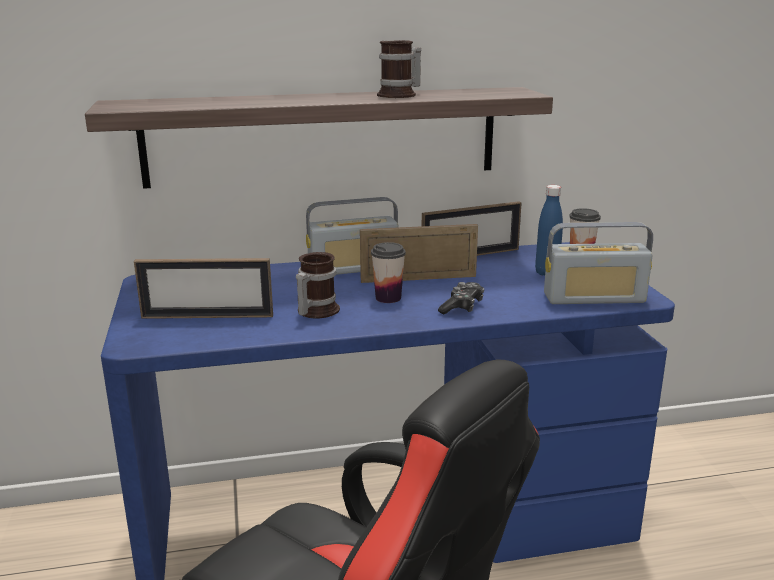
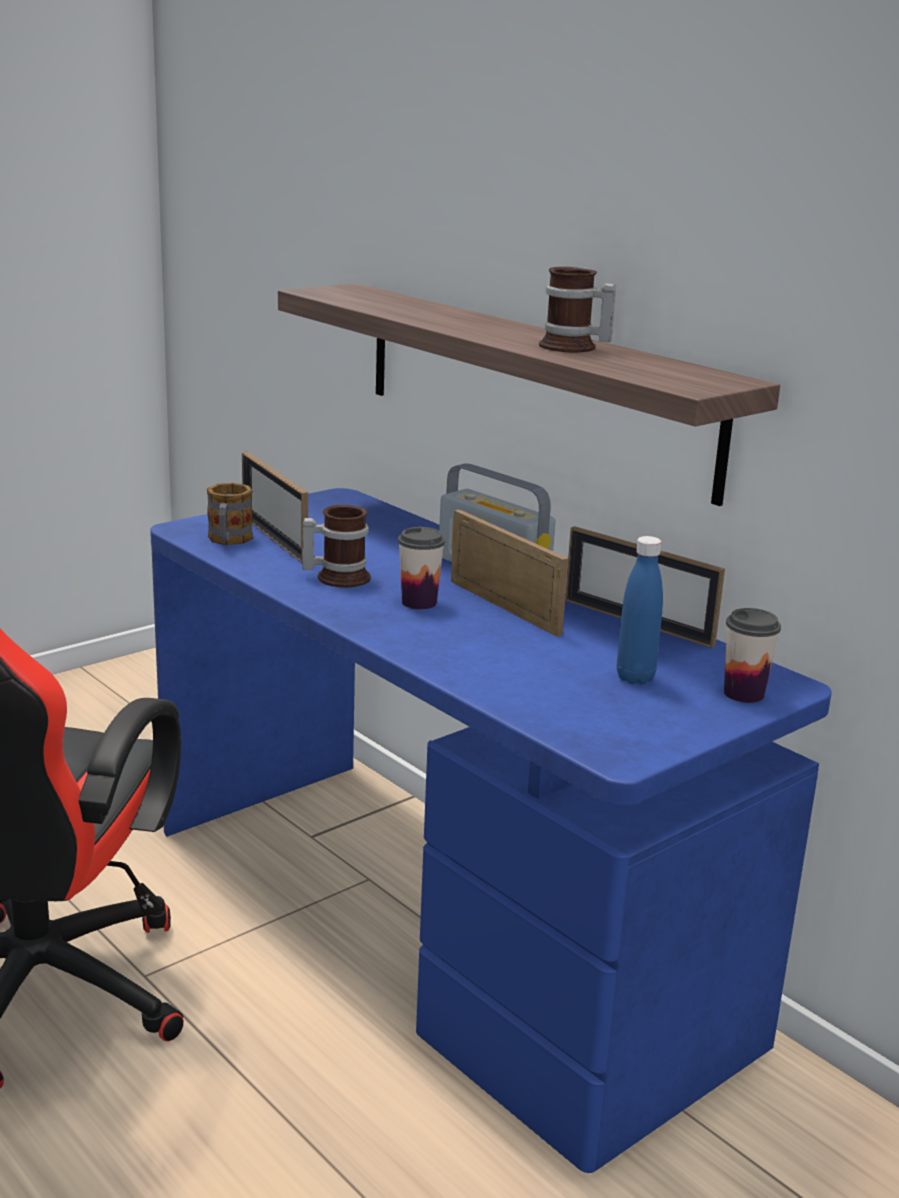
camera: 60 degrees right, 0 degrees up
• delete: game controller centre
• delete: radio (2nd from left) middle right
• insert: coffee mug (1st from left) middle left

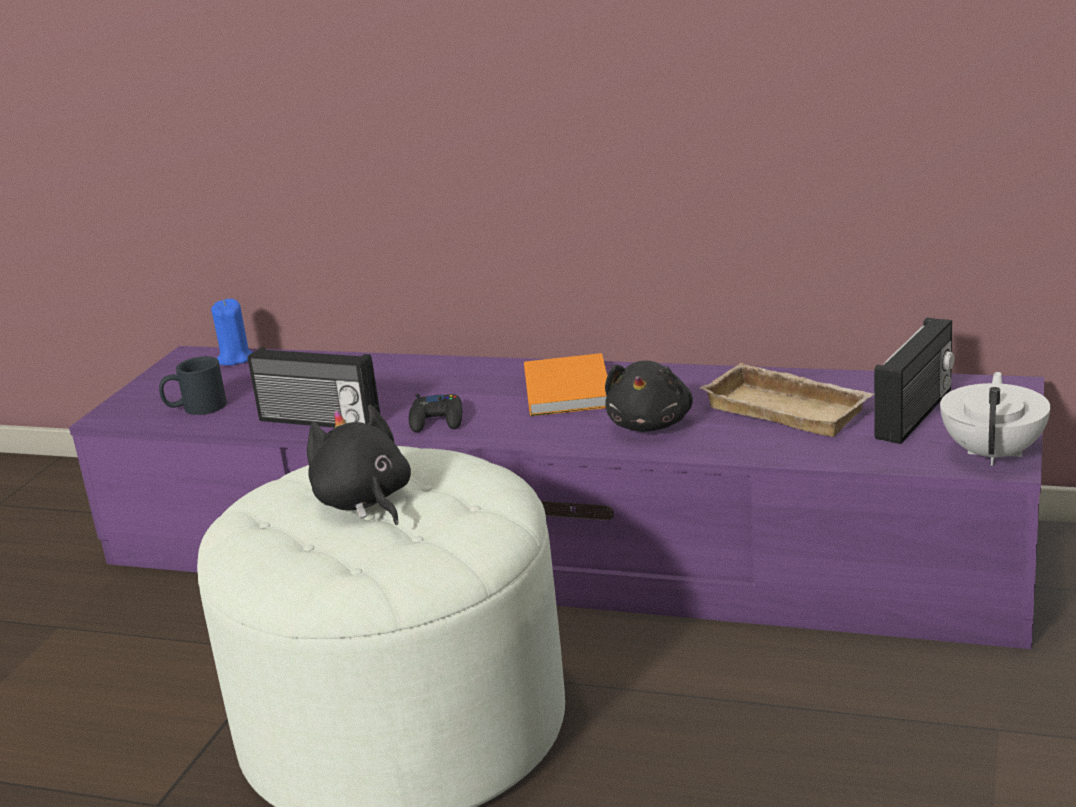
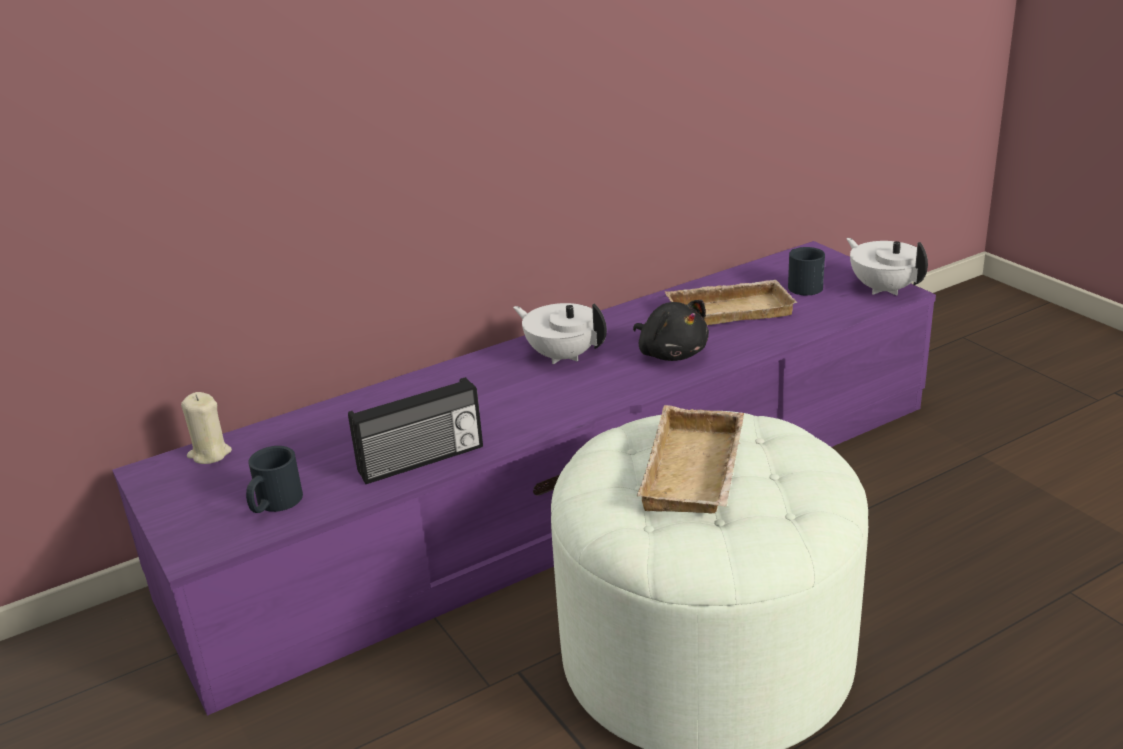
camera: 50 degrees left, 5 degrees up
• delete: black-coloured game controller centre
• replace: black-coloured plush toy (1st from left) centre to beige serving tray (1st from left) centre
• replace: orangey bound book centre to white pot for tea (1st from left) centre
• replace: radio (2nd from left) middle right to black-coloured coffee mug (2nd from left) middle right
• recolor: blue-coloured candle middle left to beige candle middle left

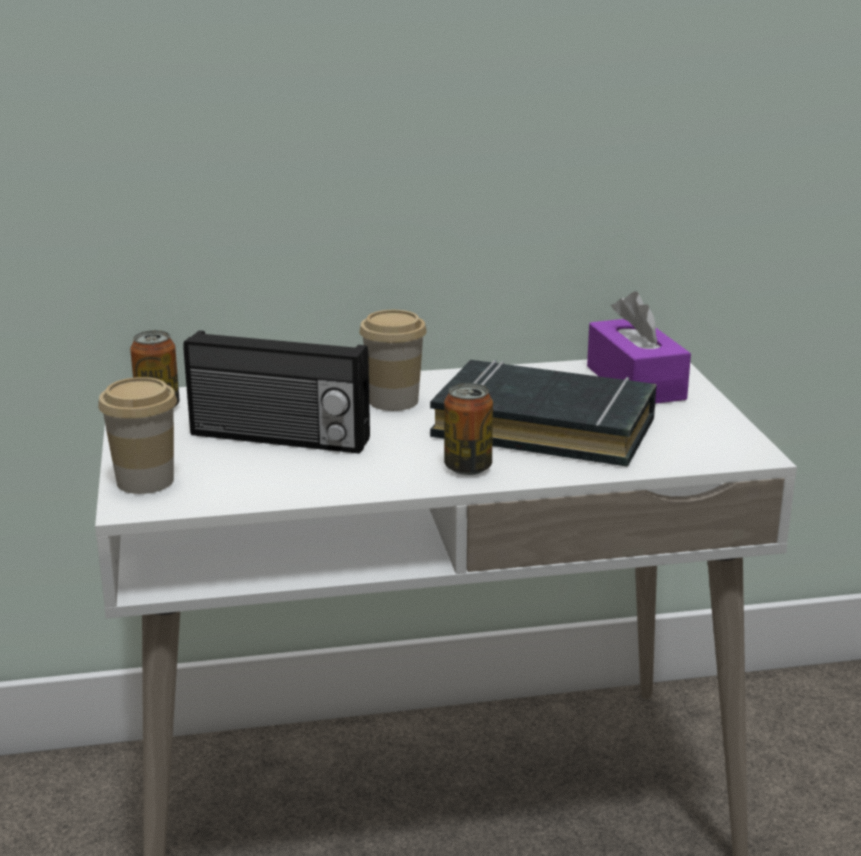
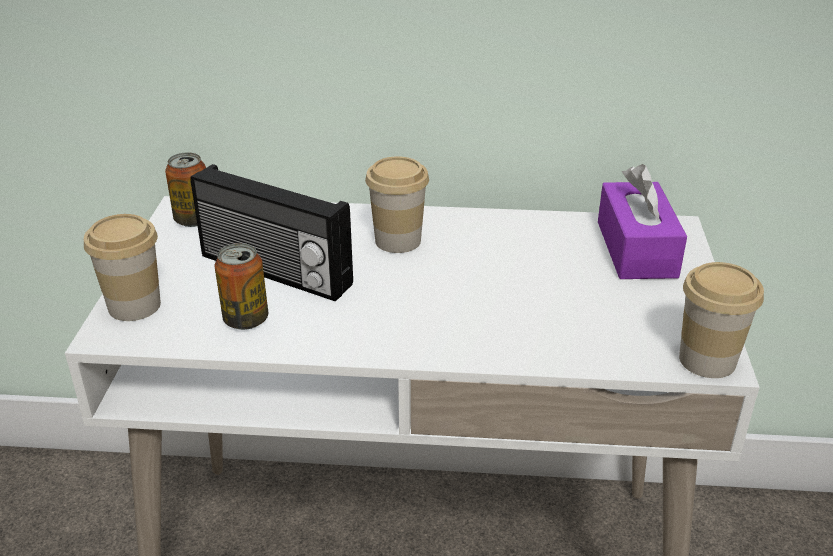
camera: 15 degrees right, 10 degrees up
• delete: black-coloured bound book centre
• insert: cup (3rd from left) middle right
• move: can (2nd from left) centre to middle left

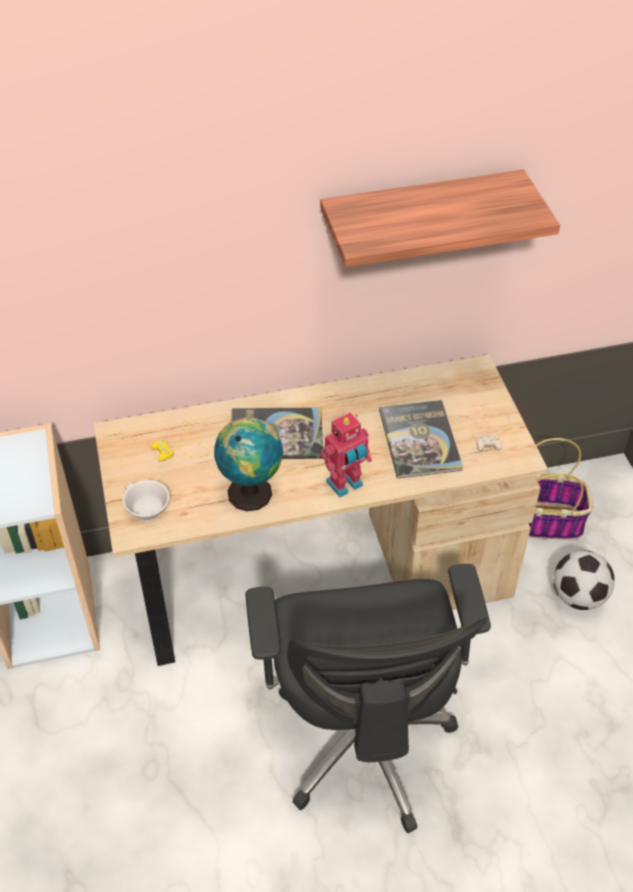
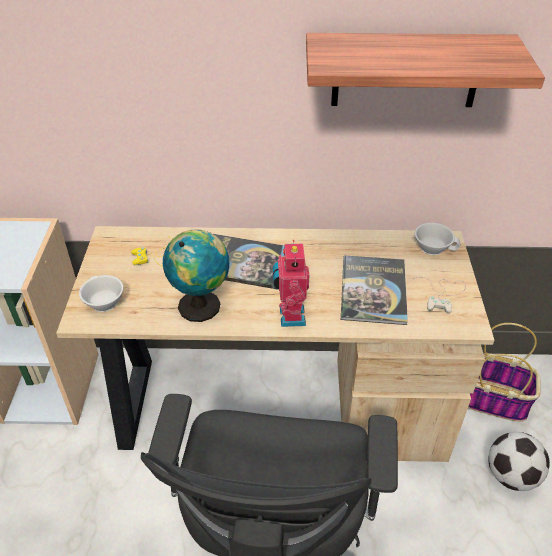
camera: 15 degrees right, 5 degrees down
• insert: white cup (2nd from left) middle right
• rotate: model robot centre = centre 105 degrees clockwise

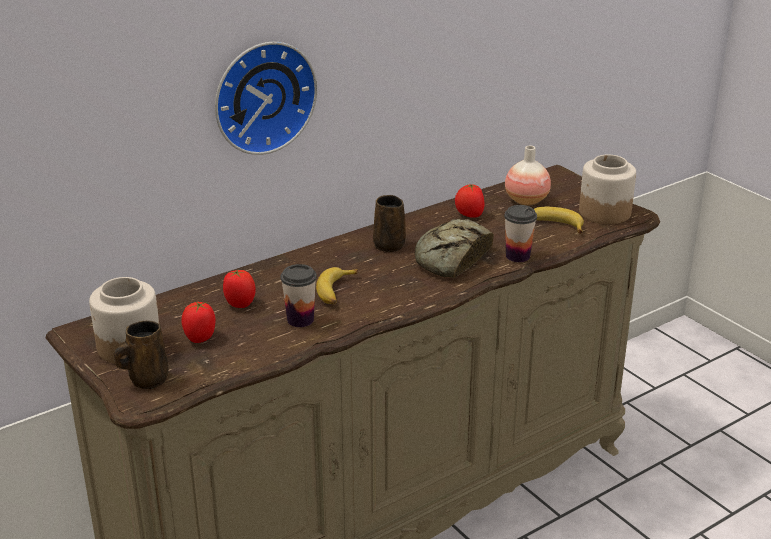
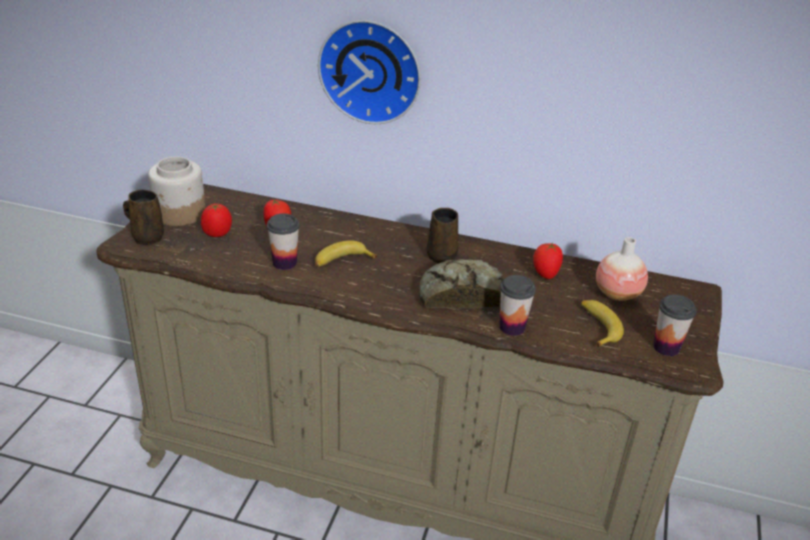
camera: 50 degrees right, 5 degrees up
• replace: preserve jar (2nd from left) middle right to cup (3rd from left) middle right

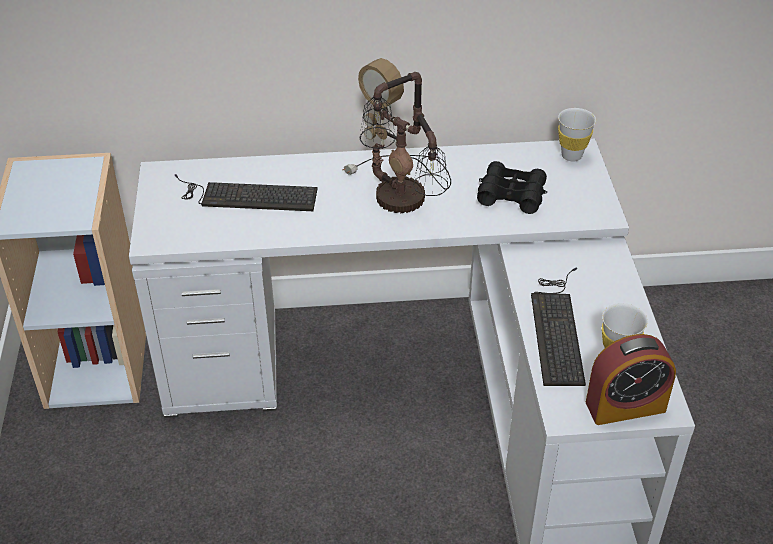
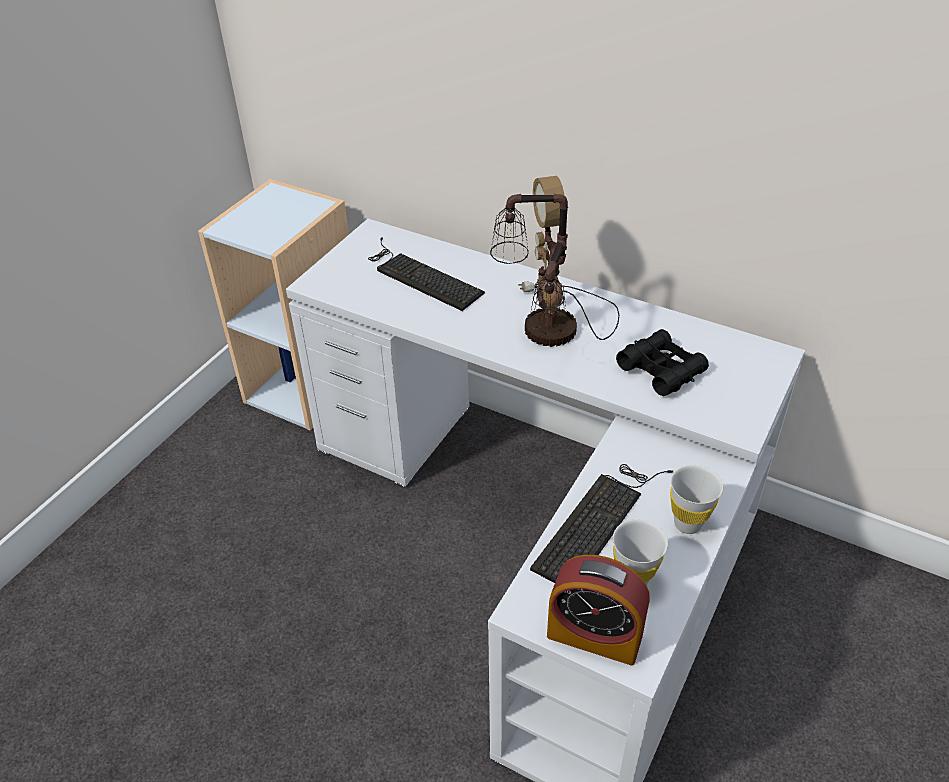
camera: 35 degrees right, 0 degrees up
• move: white cup (1st from left in the first image) top right to white cup (2nd from left) middle right

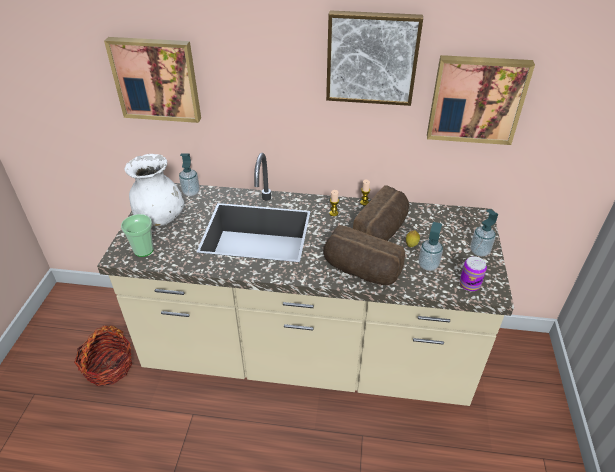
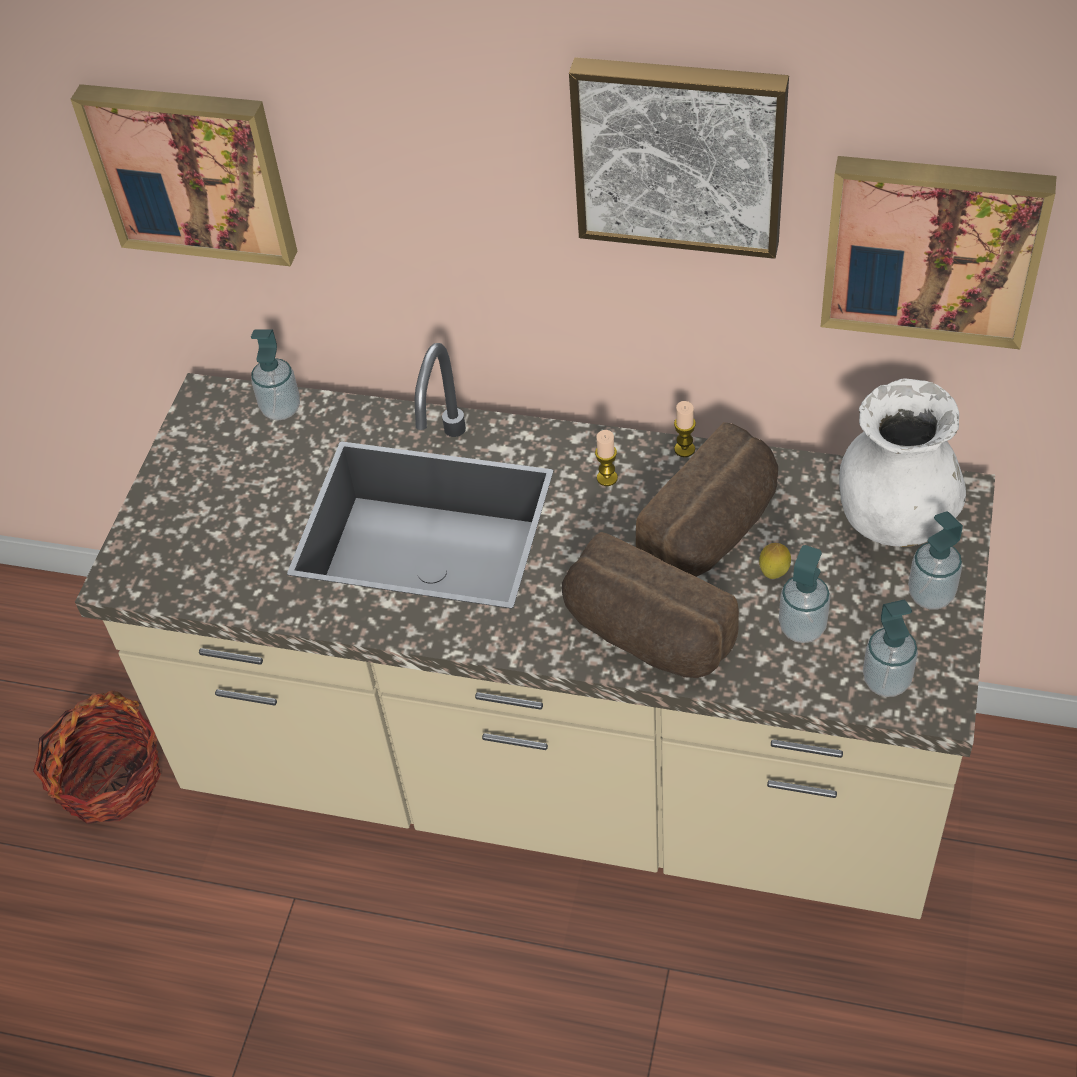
camera: 10 degrees right, 10 degrees up
• delete: cup middle left
• move: white decorative vase middle left to middle right
• replace: can middle right to liquid soap bottle (3rd from left) middle right

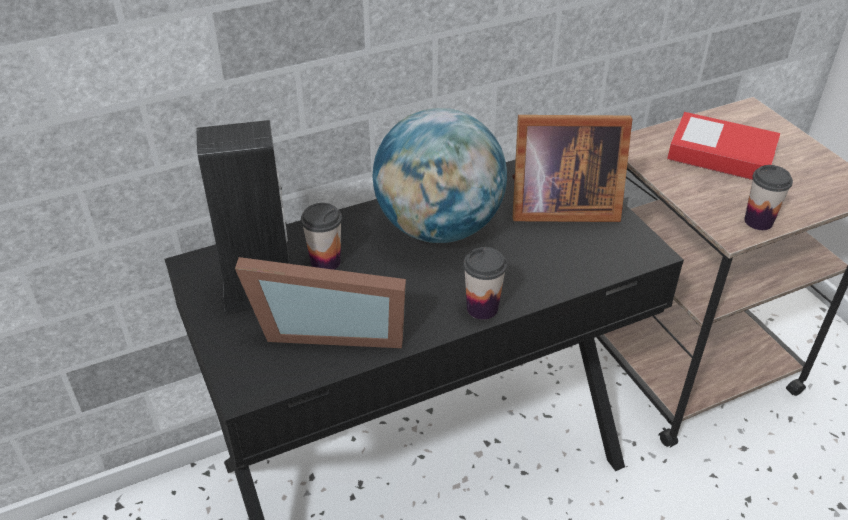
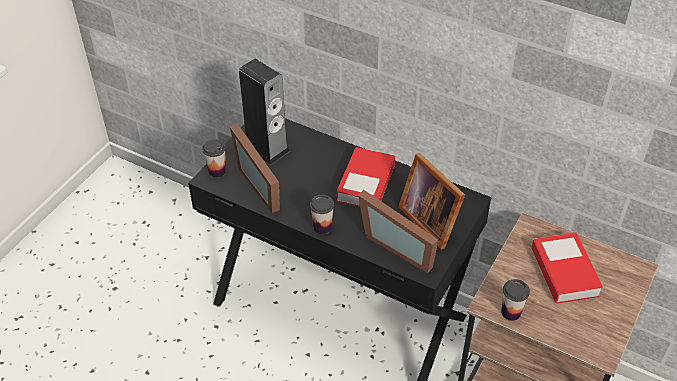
camera: 55 degrees right, 5 degrees up
• insert: standing frame (2nd from left) centre
• move: cup (1st from left) centre to middle left
• replace: globe centre to bound book (1st from left) centre

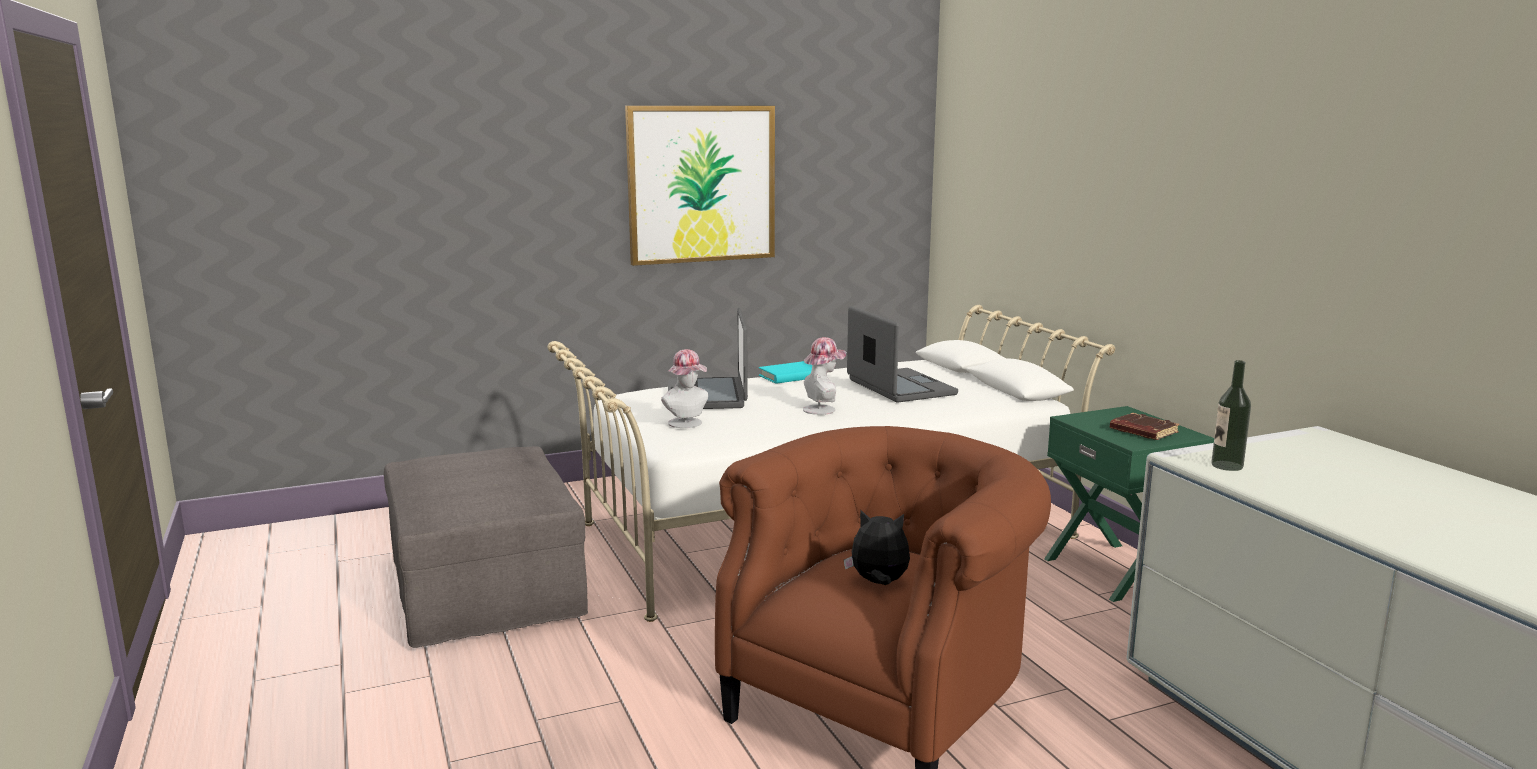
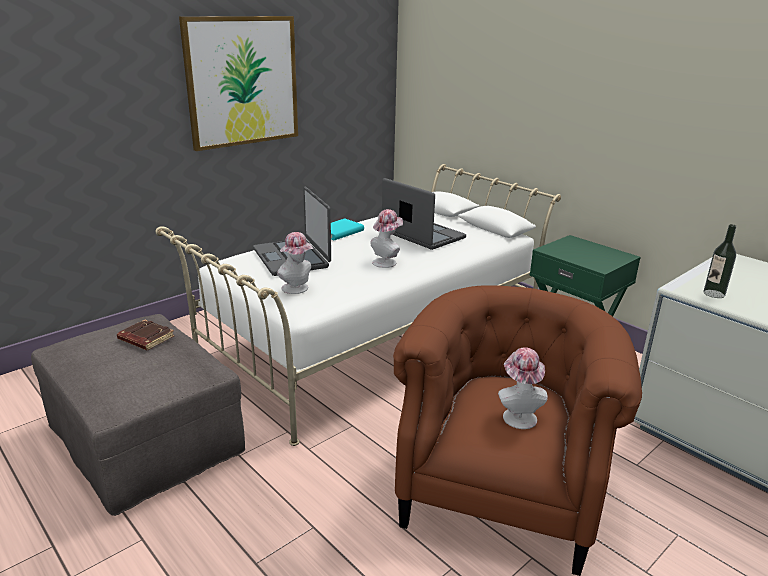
camera: 20 degrees left, 10 degrees up
• move: brown-coloured bound book middle right to middle left
• replace: plush toy bottom centre to clothing hat (3rd from left) bottom right

